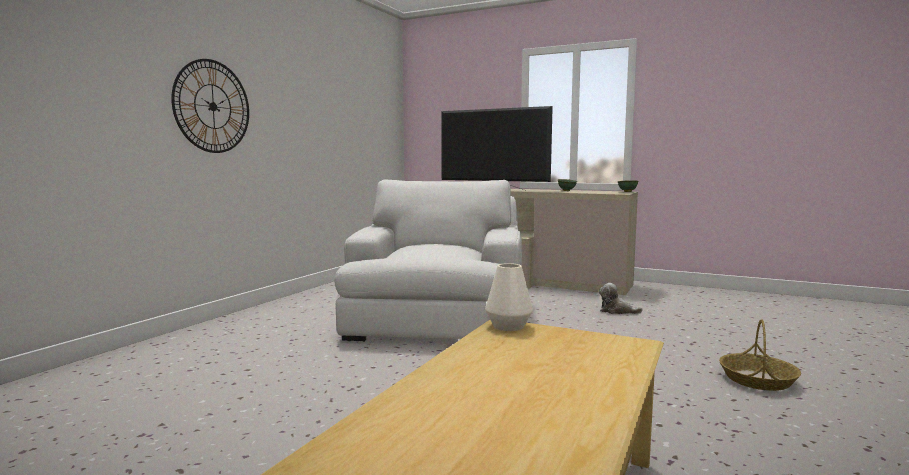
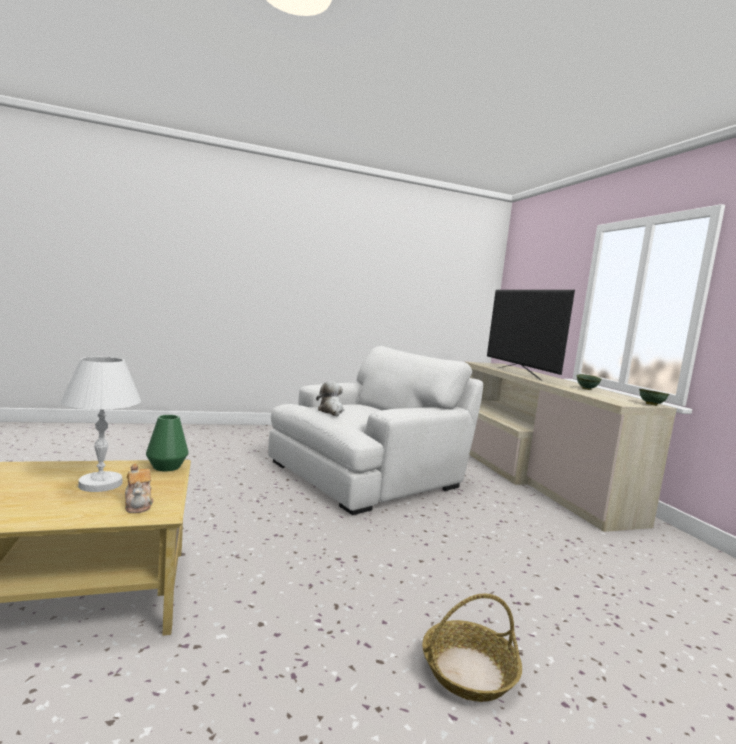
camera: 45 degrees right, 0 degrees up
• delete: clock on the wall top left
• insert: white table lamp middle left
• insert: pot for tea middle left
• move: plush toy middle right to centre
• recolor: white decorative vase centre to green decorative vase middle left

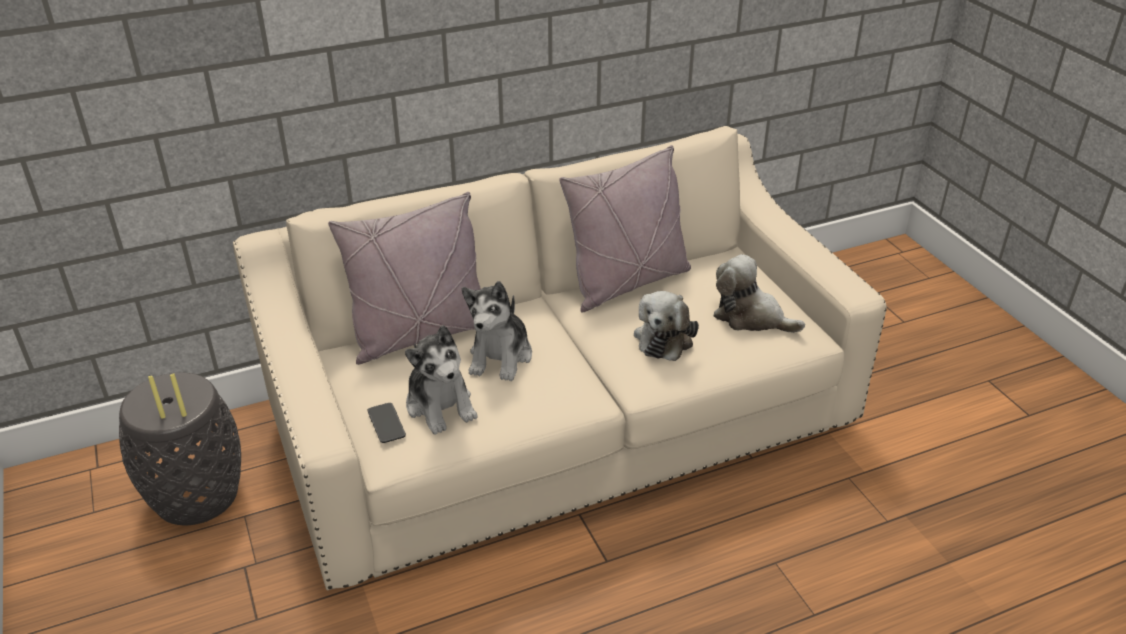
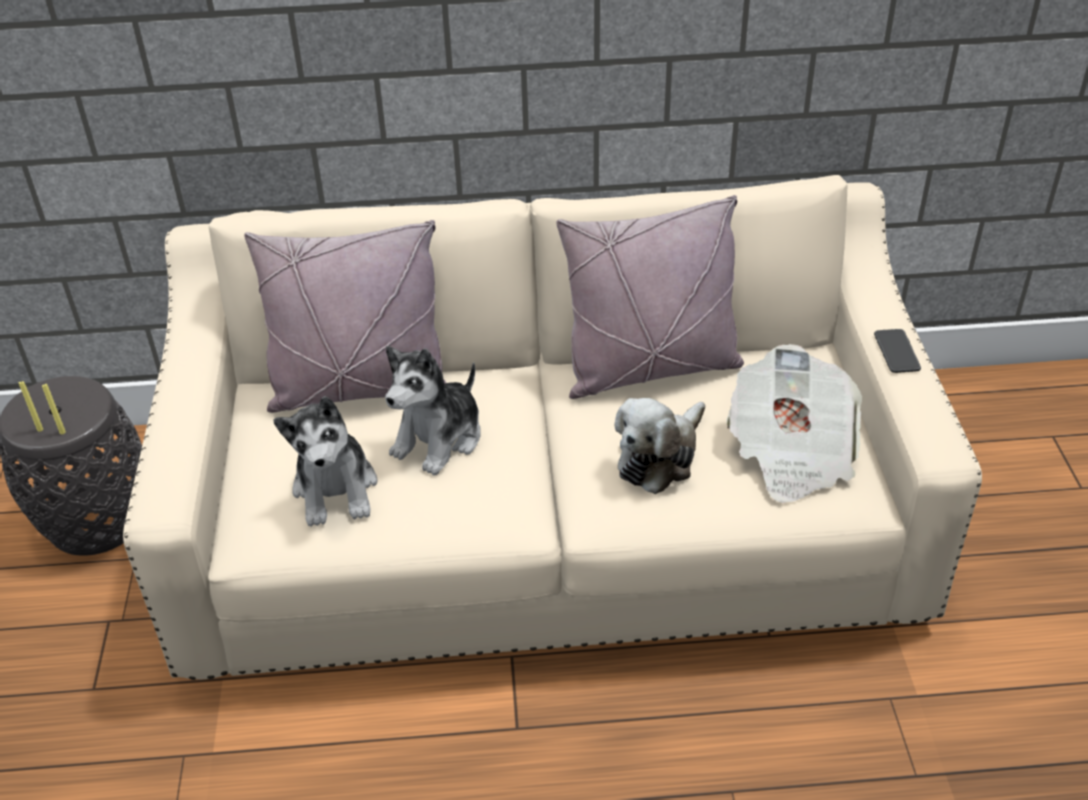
camera: 20 degrees right, 5 degrees up
• move: phone bottom centre to middle right
• replace: plush toy (4th from left) middle right to newspaper middle right

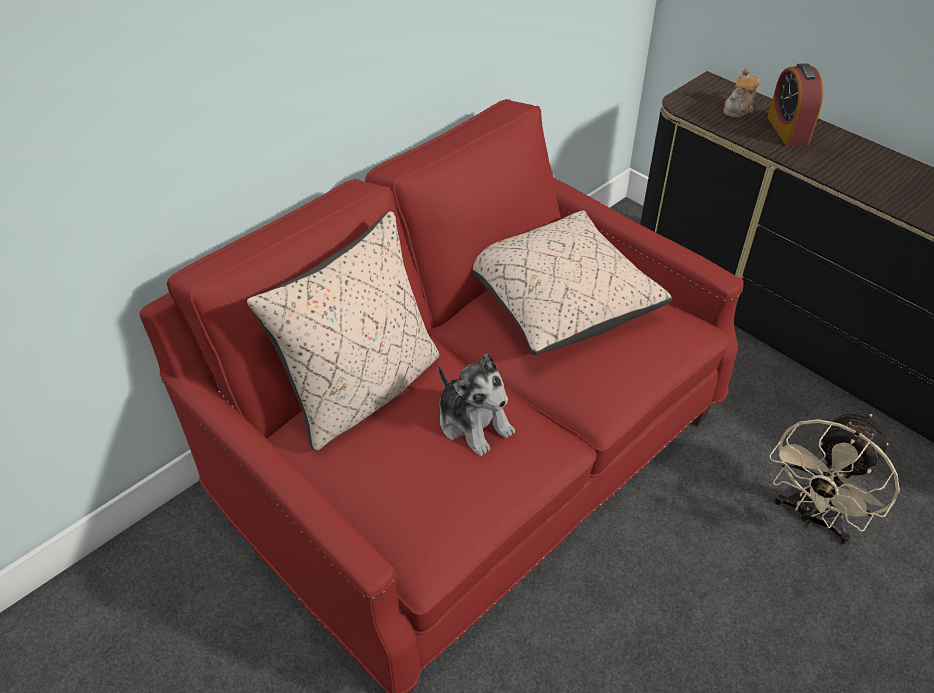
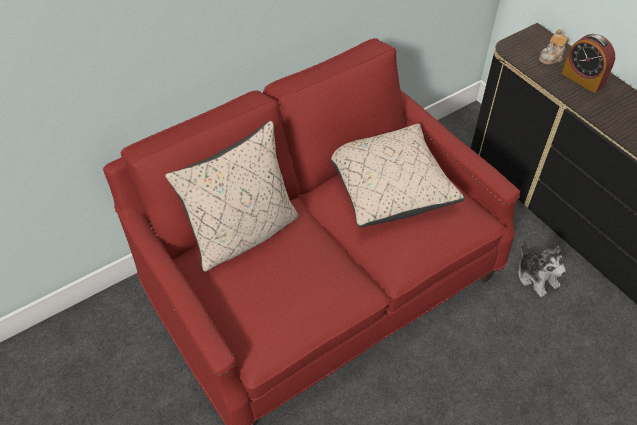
camera: 10 degrees right, 5 degrees up
• delete: beige cooling fan bottom right
• move: plush toy centre to middle right
• rotate: table clock top right = top right 45 degrees counterclockwise

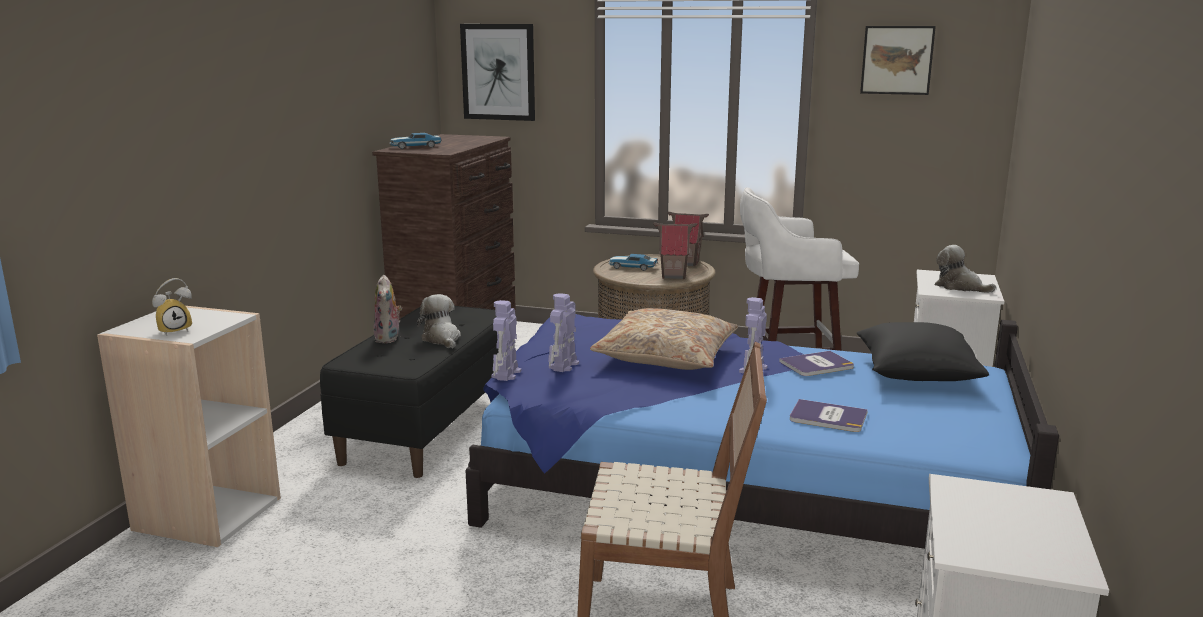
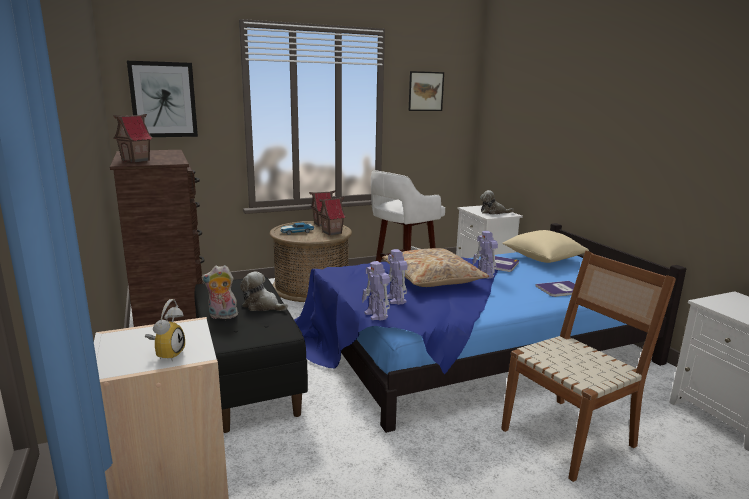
camera: 40 degrees left, 0 degrees up
• replace: model car (1st from left) top centre to toy house (1st from left) top left
• recolor: black-coloured pillow middle right to beige pillow (2nd from left) middle right
• rotate: plush toy (1st from left) middle left = middle left 135 degrees clockwise

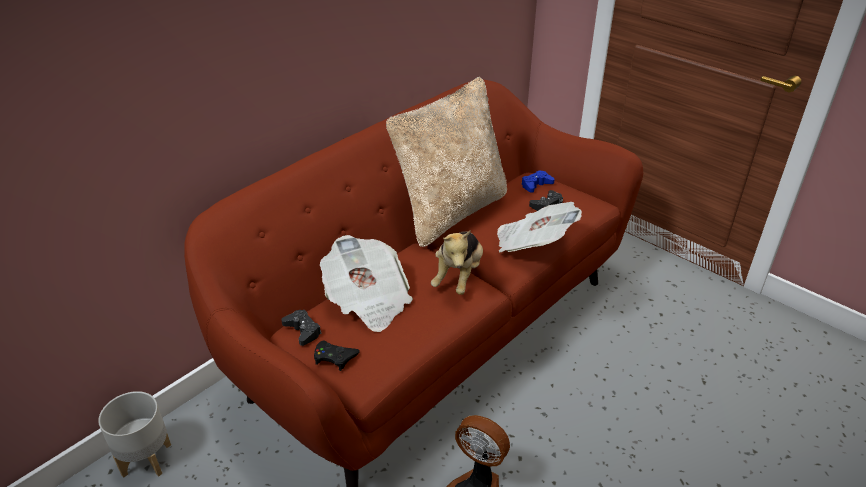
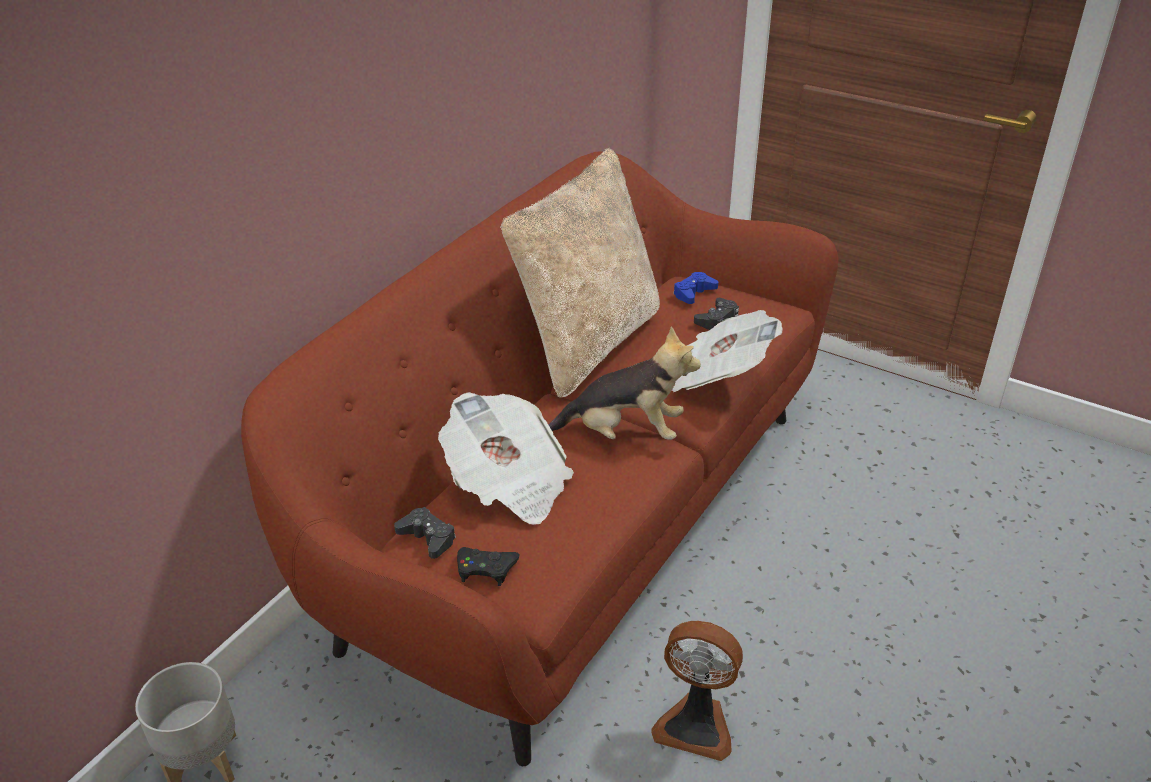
camera: 10 degrees left, 0 degrees up
• rotate: plush toy centre = centre 90 degrees counterclockwise

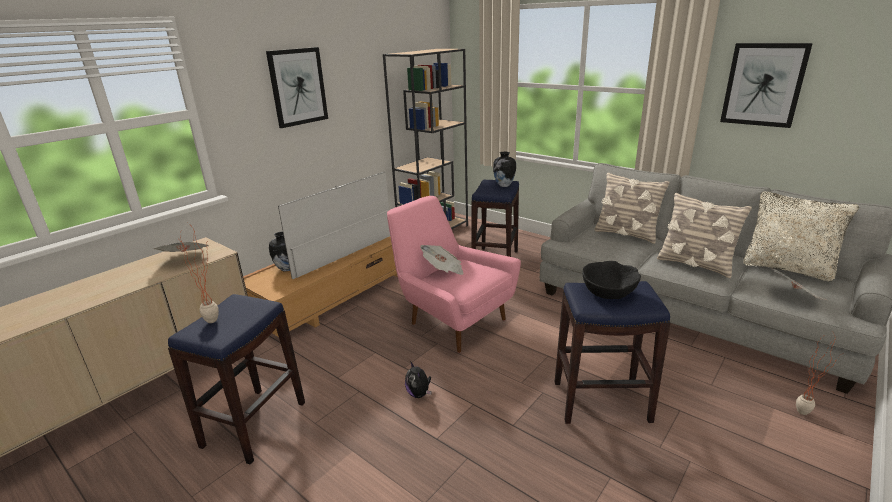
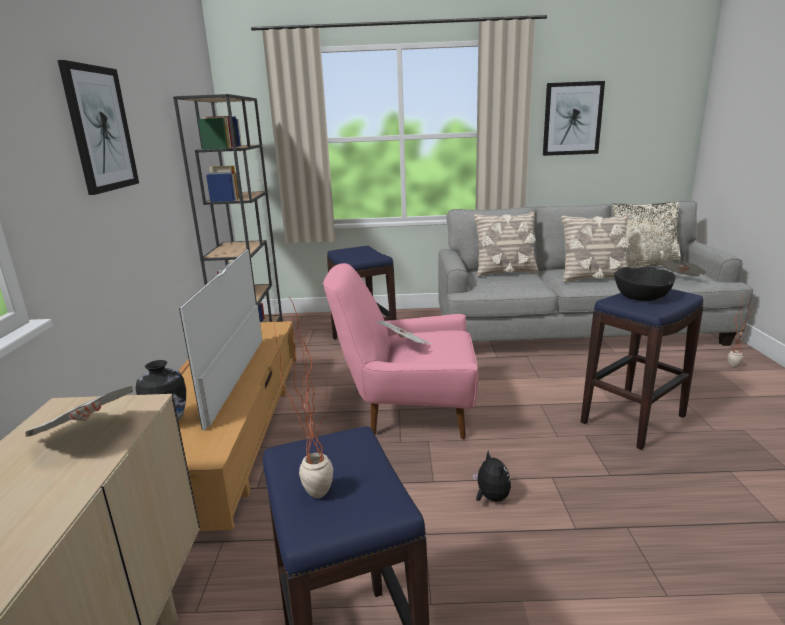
camera: 40 degrees left, 5 degrees down
• delete: decorative vase (2nd from left) centre
• rotate: plush toy bottom centre = bottom centre 135 degrees counterclockwise

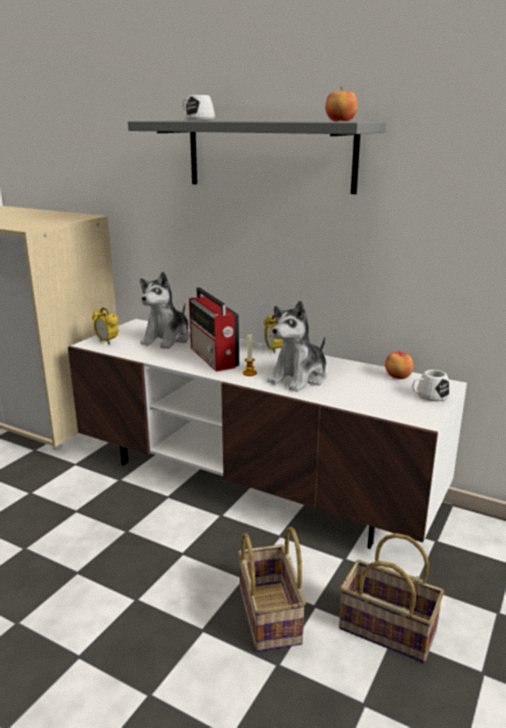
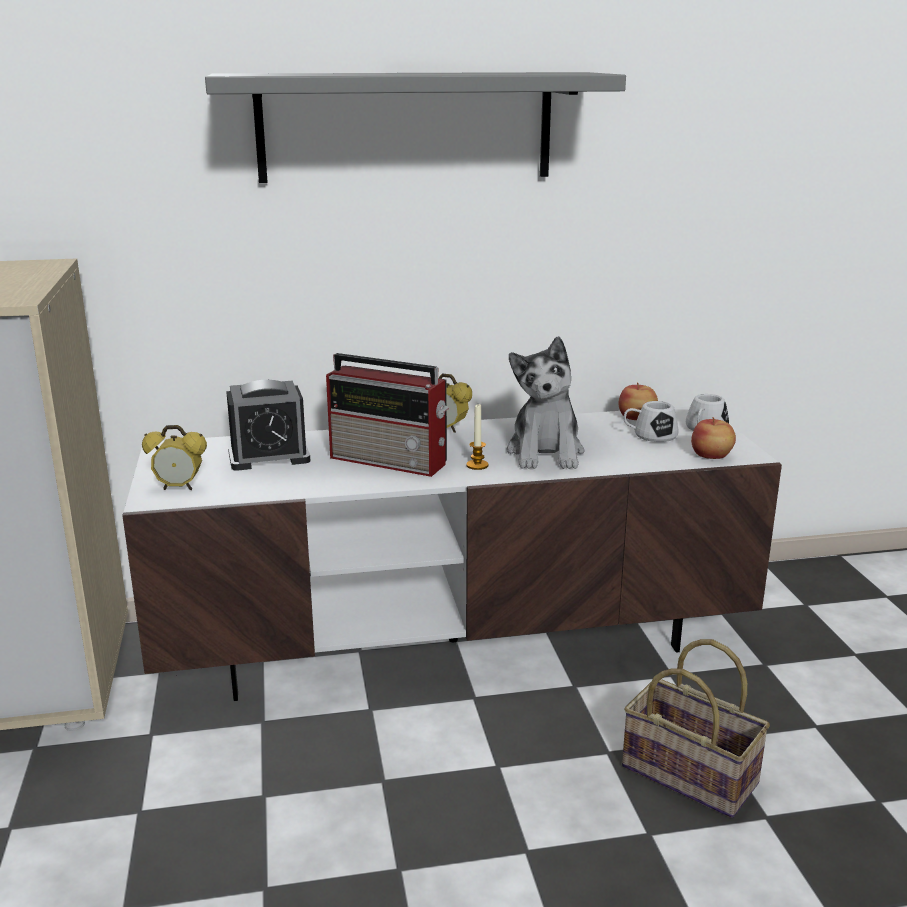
camera: 40 degrees left, 0 degrees up
• delete: household basket (2nd from left) bottom right
• move: white coffee mug (1st from left) top centre to middle right
• move: apple (1st from left in the first image) top right to apple (2nd from left) middle right
• replace: plush toy (1st from left) middle left to table clock (2nd from left) middle left

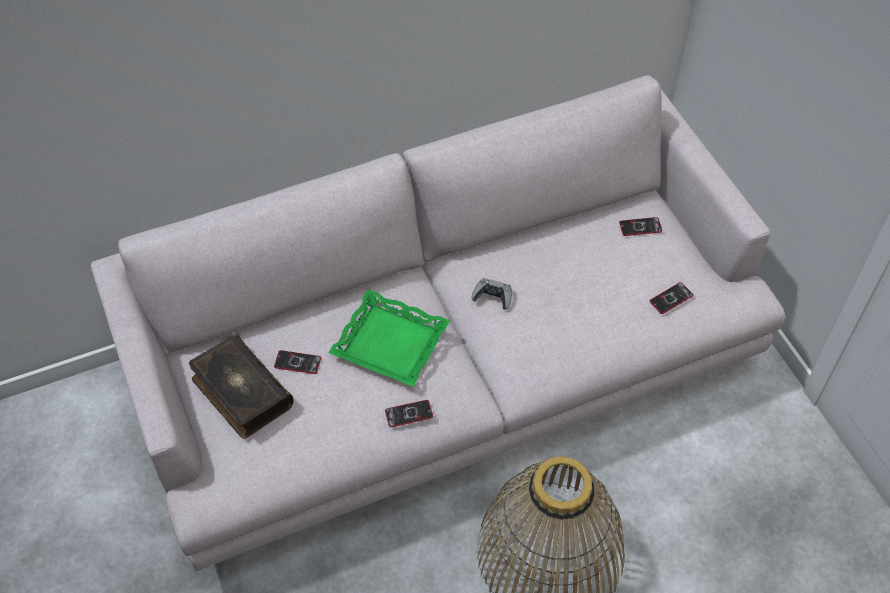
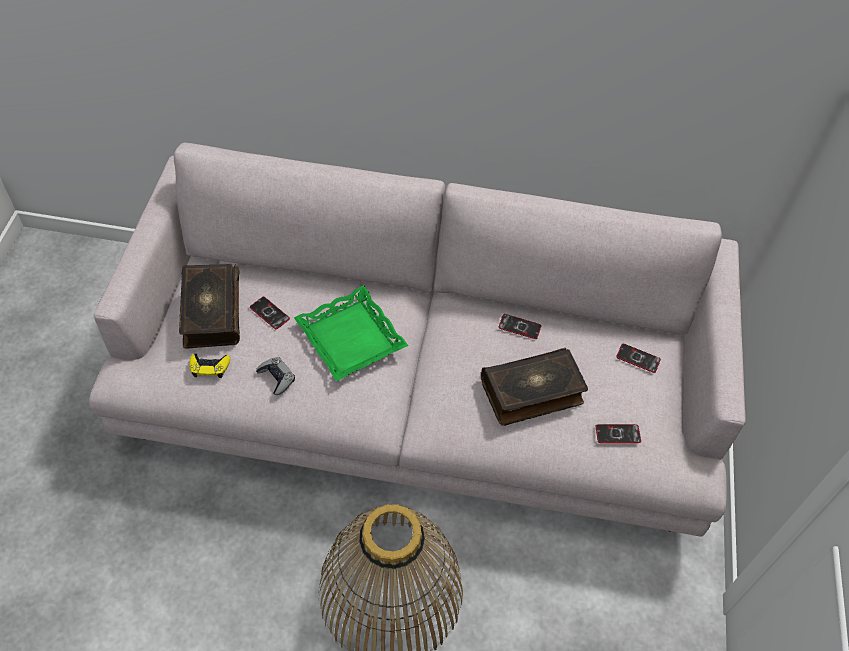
camera: 30 degrees right, 0 degrees up
• insert: yellowish game controller middle left
• insert: bound book (2nd from left) centre
• move: phone (2nd from left) bottom centre to centre
• move: grey game controller centre to middle left

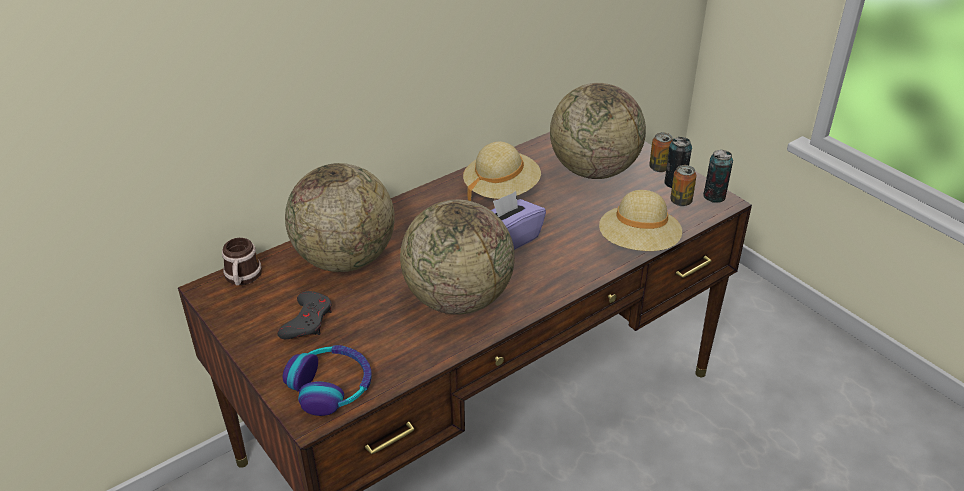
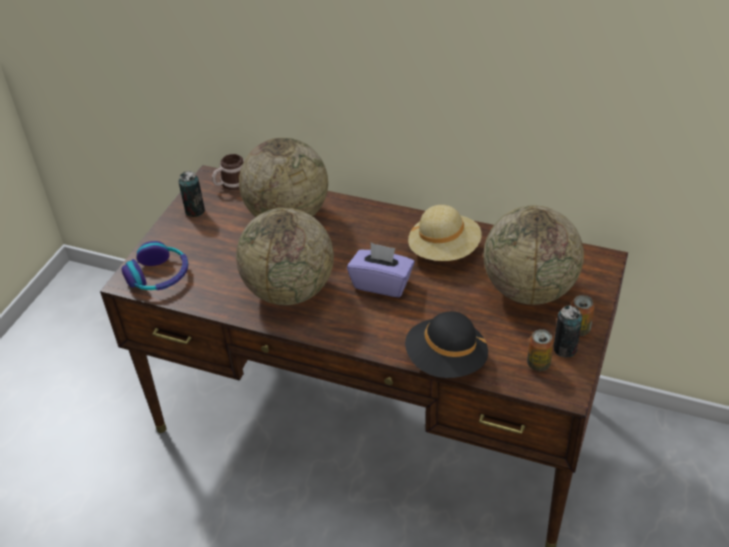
camera: 60 degrees right, 5 degrees up
• delete: grey game controller middle left
• move: can (4th from left in the first image) middle right to can (1st from left) middle left
• recolor: beige clothing hat (2nd from left) centre to black-coloured clothing hat centre

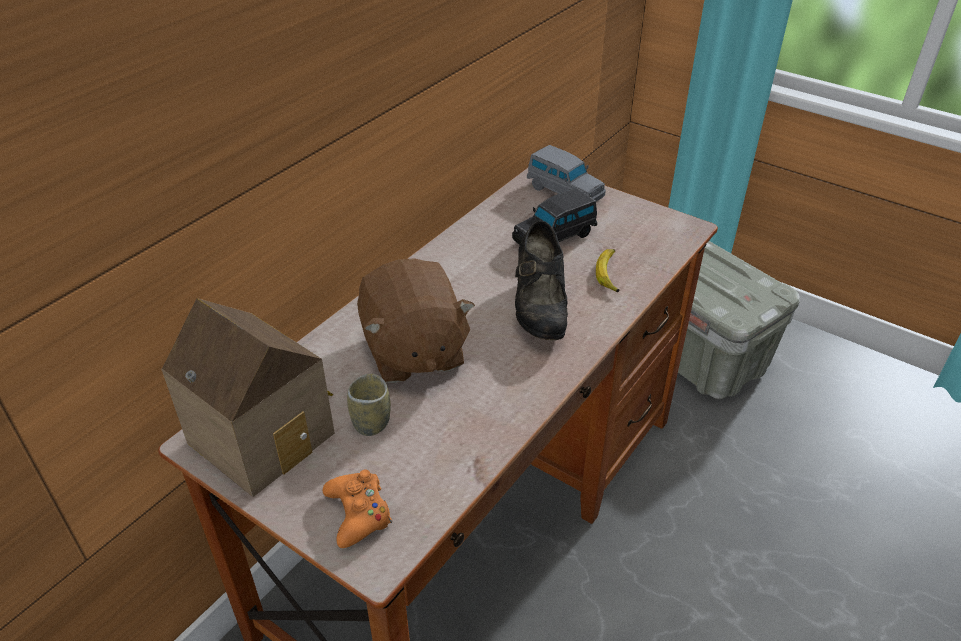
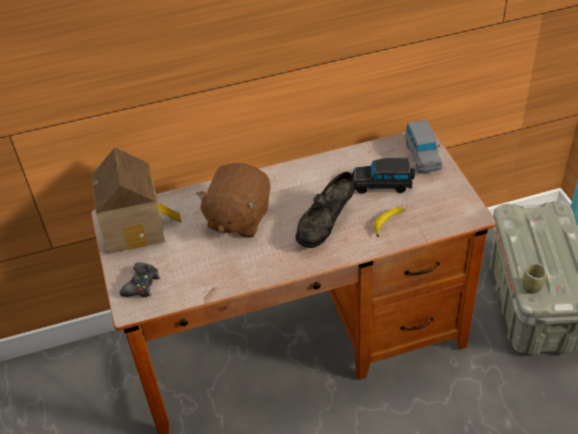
camera: 40 degrees right, 5 degrees up
• move: cup centre to middle right
• recolor: orangey game controller bottom centre to black-coloured game controller middle left

